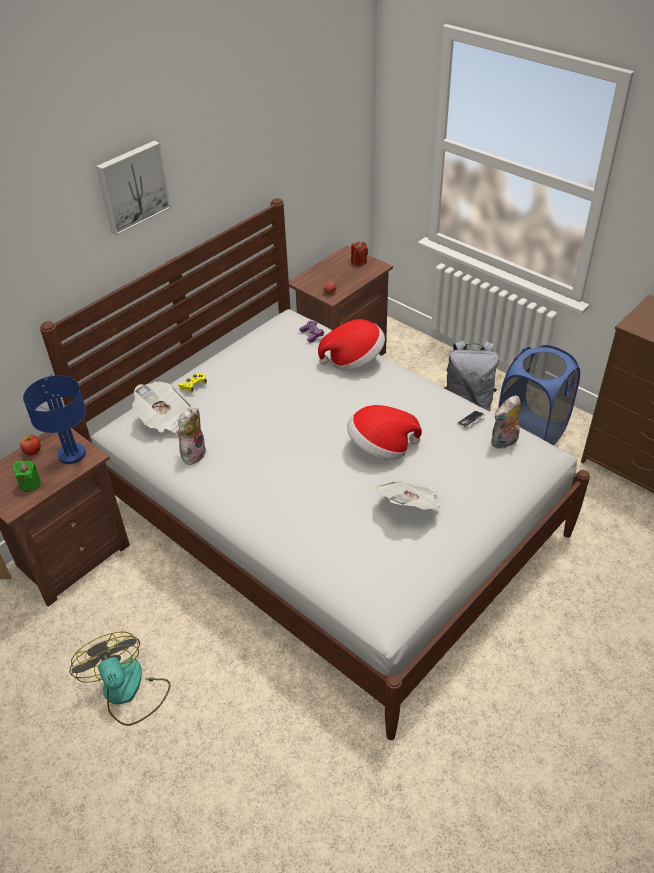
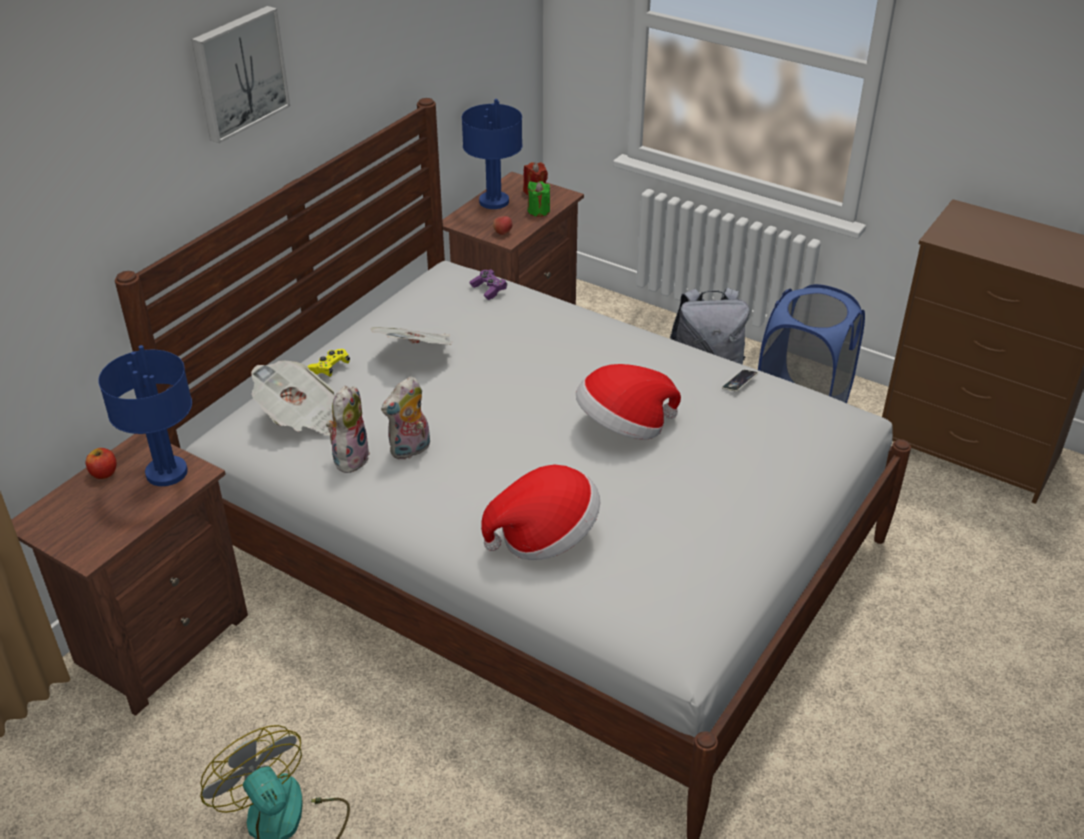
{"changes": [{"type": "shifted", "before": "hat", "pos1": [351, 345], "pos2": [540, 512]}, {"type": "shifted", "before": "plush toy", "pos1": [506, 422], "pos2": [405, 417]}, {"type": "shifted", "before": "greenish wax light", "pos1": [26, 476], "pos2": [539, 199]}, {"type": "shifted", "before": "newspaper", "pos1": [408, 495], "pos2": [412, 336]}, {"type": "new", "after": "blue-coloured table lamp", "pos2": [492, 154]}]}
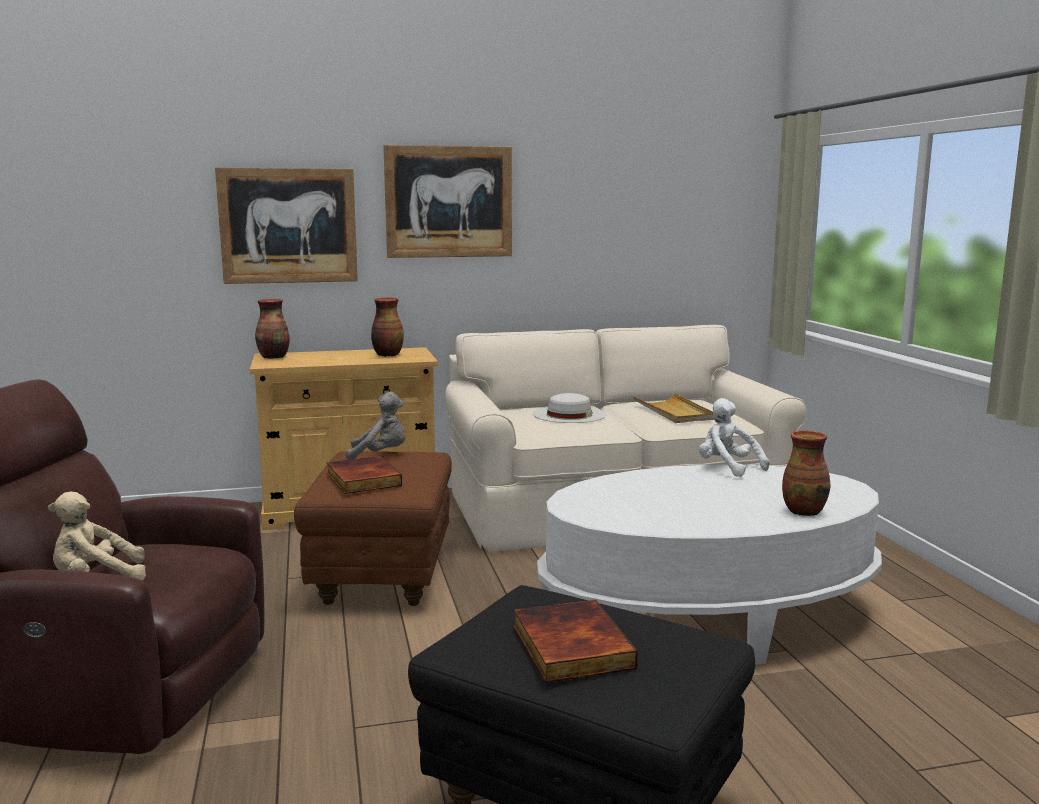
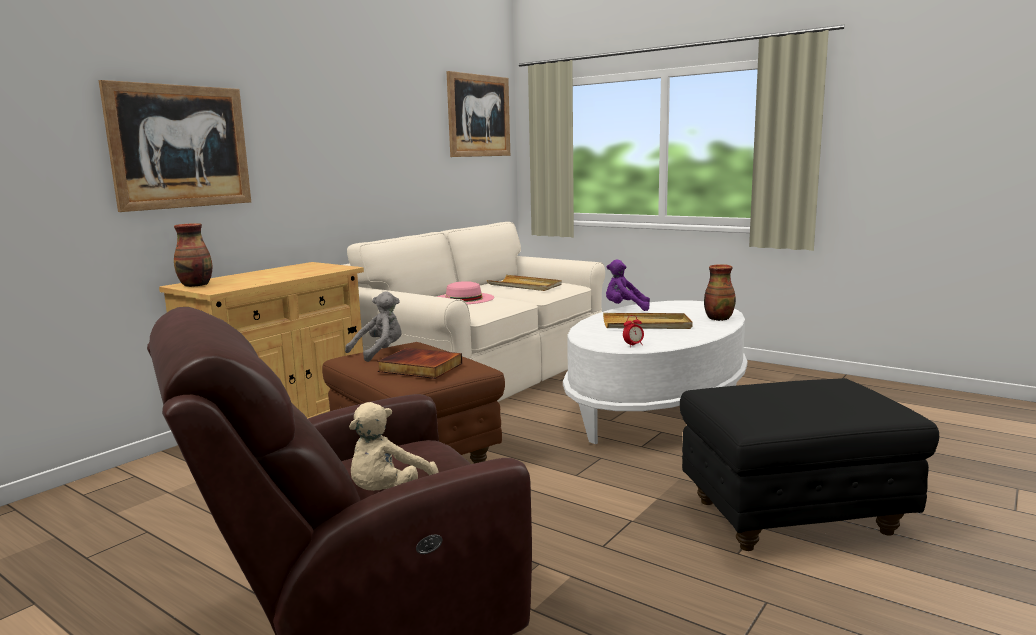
{"changes": [{"type": "shifted", "before": "wall art", "pos1": [447, 201], "pos2": [478, 114]}, {"type": "gone", "before": "flower vase", "pos1": [387, 327]}, {"type": "repainted", "before": "white-coloured hat", "after": "pinkish hat", "pos1": [569, 408], "pos2": [465, 292]}, {"type": "repainted", "before": "white-coloured plush toy", "after": "purple plush toy", "pos1": [734, 437], "pos2": [628, 285]}, {"type": "gone", "before": "book", "pos1": [575, 641]}, {"type": "new", "after": "sand-coloured serving tray", "pos2": [648, 321]}, {"type": "new", "after": "alarm clock", "pos2": [633, 330]}]}
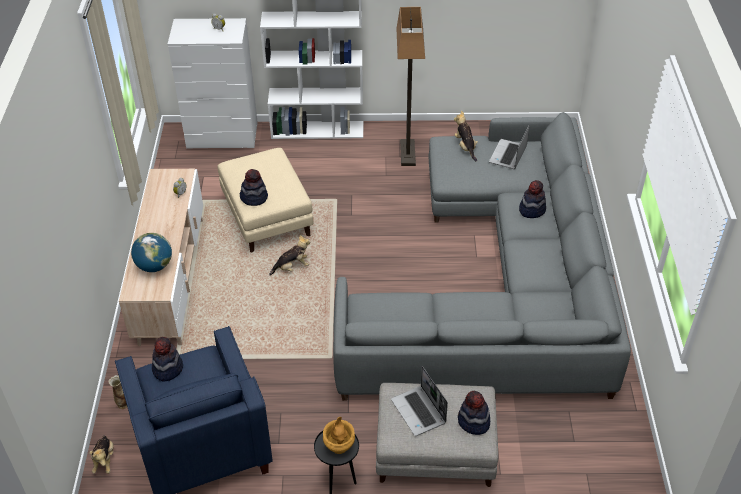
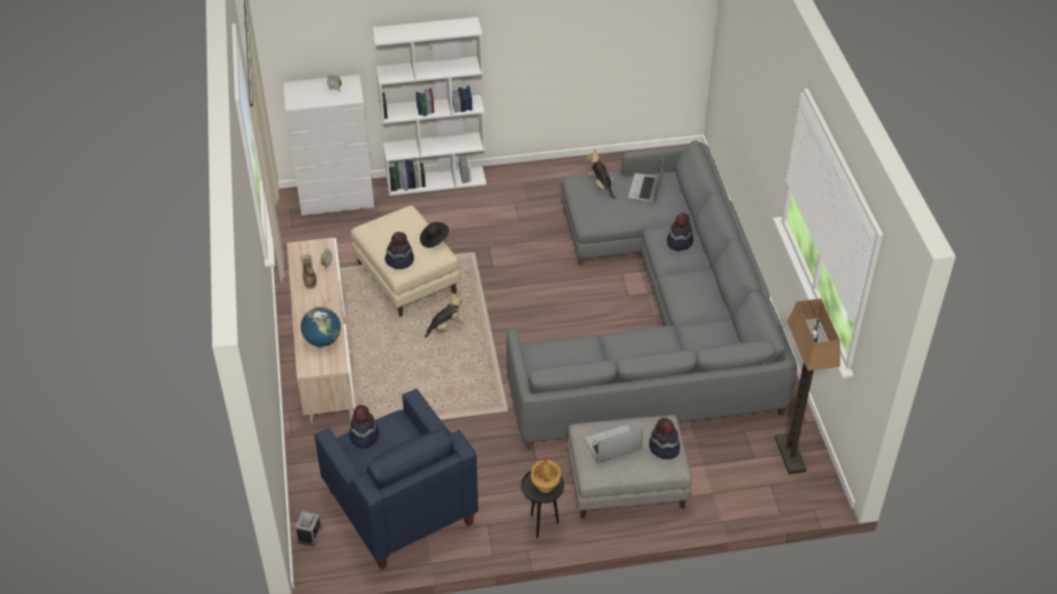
{"changes": [{"type": "shifted", "before": "standard lamp", "pos1": [410, 86], "pos2": [807, 386]}, {"type": "rotated", "before": "notebook computer", "pos1": [419, 401], "pos2": [613, 444], "turn": 105}, {"type": "shifted", "before": "flower vase", "pos1": [117, 392], "pos2": [308, 271]}, {"type": "swapped", "before": "plush toy", "after": "alarm clock", "pos1": [101, 454], "pos2": [308, 528]}, {"type": "new", "after": "blackish hat", "pos2": [434, 235]}]}
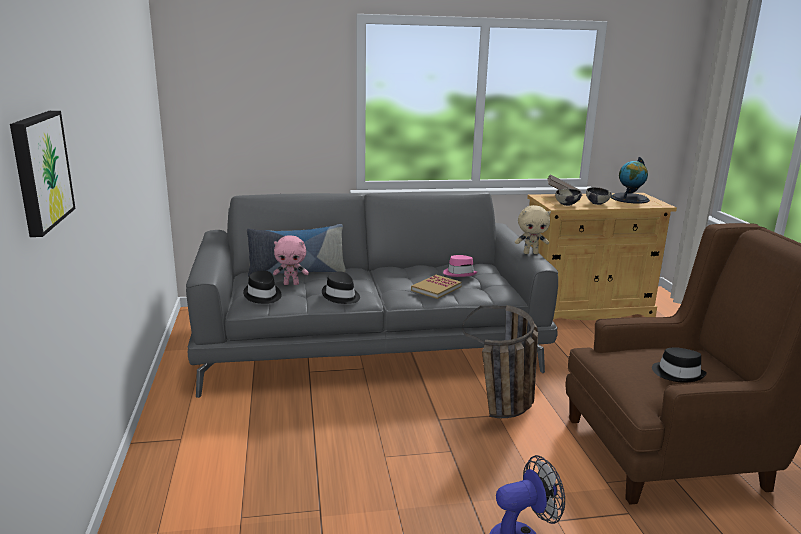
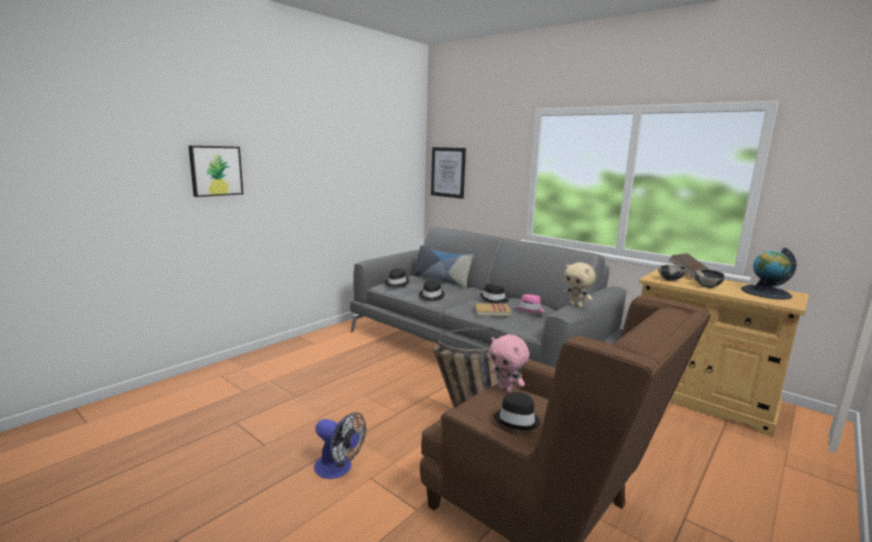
{"changes": [{"type": "shifted", "before": "pinkish plush toy", "pos1": [291, 260], "pos2": [509, 363]}, {"type": "new", "after": "wall art", "pos2": [448, 173]}, {"type": "new", "after": "blackish hat", "pos2": [494, 293]}]}
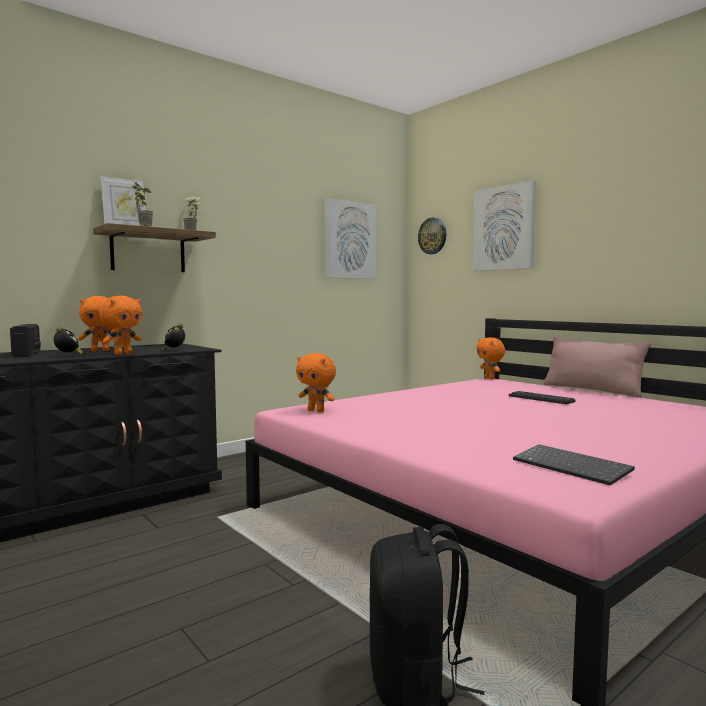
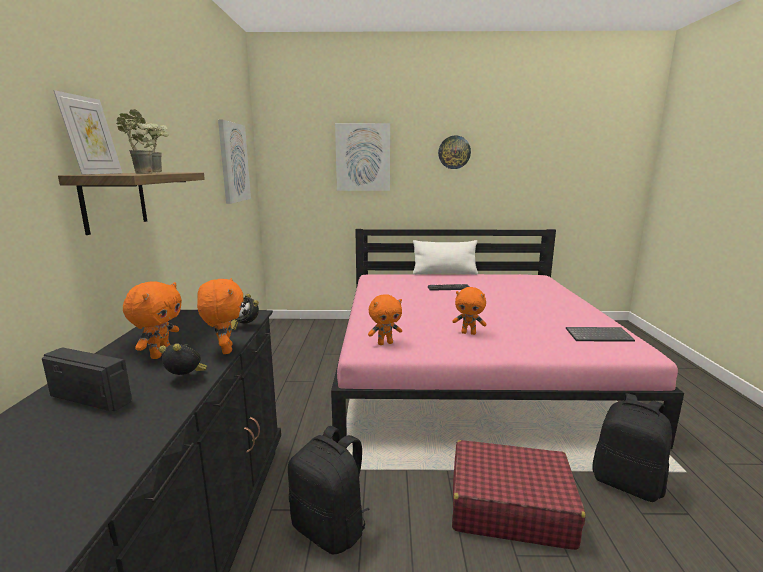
{"changes": [{"type": "shifted", "before": "wall clock", "pos1": [432, 235], "pos2": [454, 152]}, {"type": "shifted", "before": "orange-coloured plush toy", "pos1": [490, 358], "pos2": [469, 311]}, {"type": "repainted", "before": "pinkish throw pillow", "after": "white-coloured throw pillow", "pos1": [597, 367], "pos2": [445, 257]}, {"type": "new", "after": "blackish rucksack", "pos2": [329, 490]}, {"type": "new", "after": "red-coloured travel case", "pos2": [519, 495]}]}
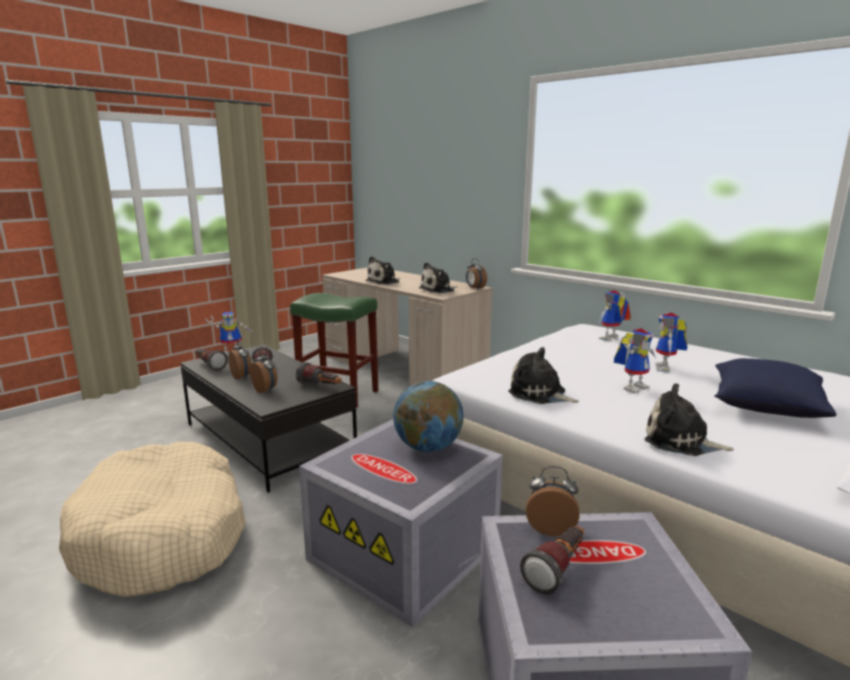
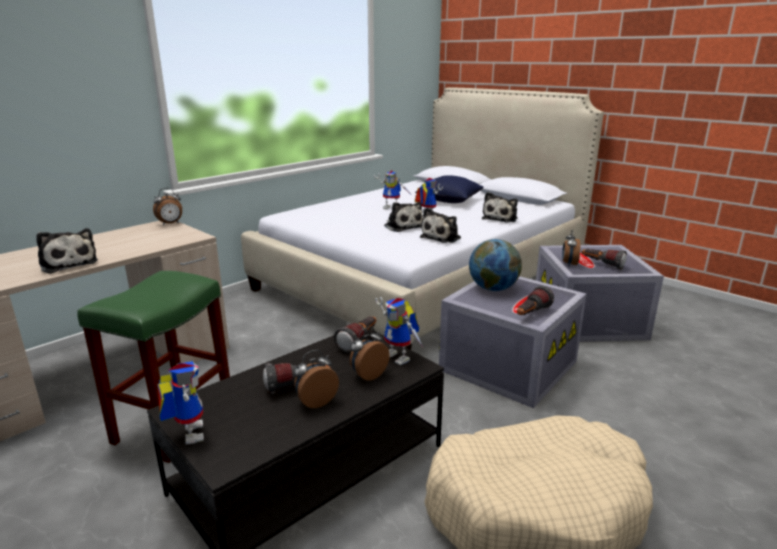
{"changes": [{"type": "shifted", "before": "plush toy", "pos1": [438, 277], "pos2": [403, 217]}, {"type": "shifted", "before": "robot figure", "pos1": [614, 315], "pos2": [399, 331]}, {"type": "shifted", "before": "hand torch", "pos1": [211, 360], "pos2": [535, 300]}]}
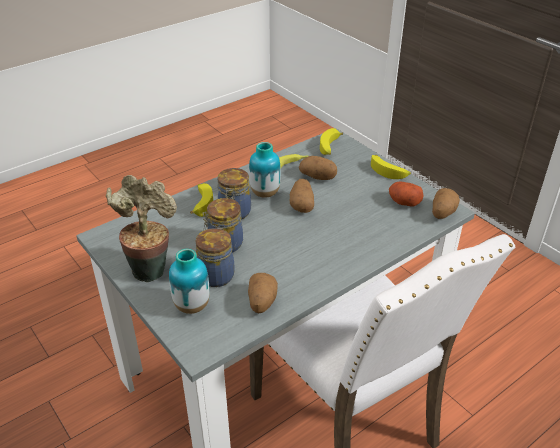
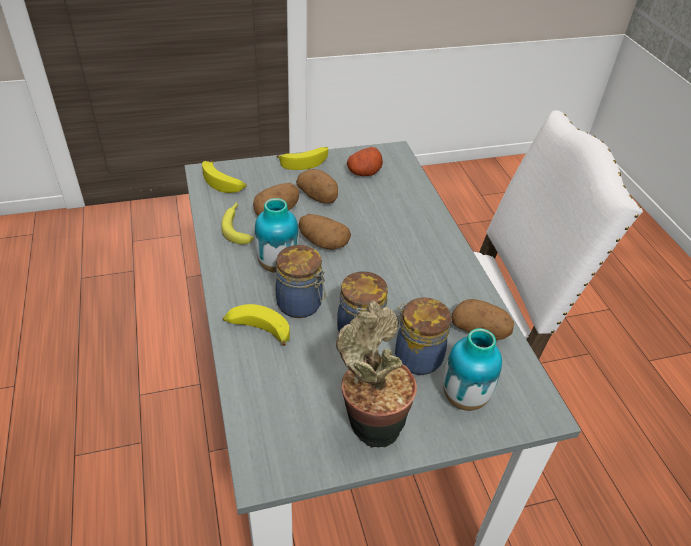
{"changes": [{"type": "shifted", "before": "spud", "pos1": [446, 203], "pos2": [317, 186]}]}
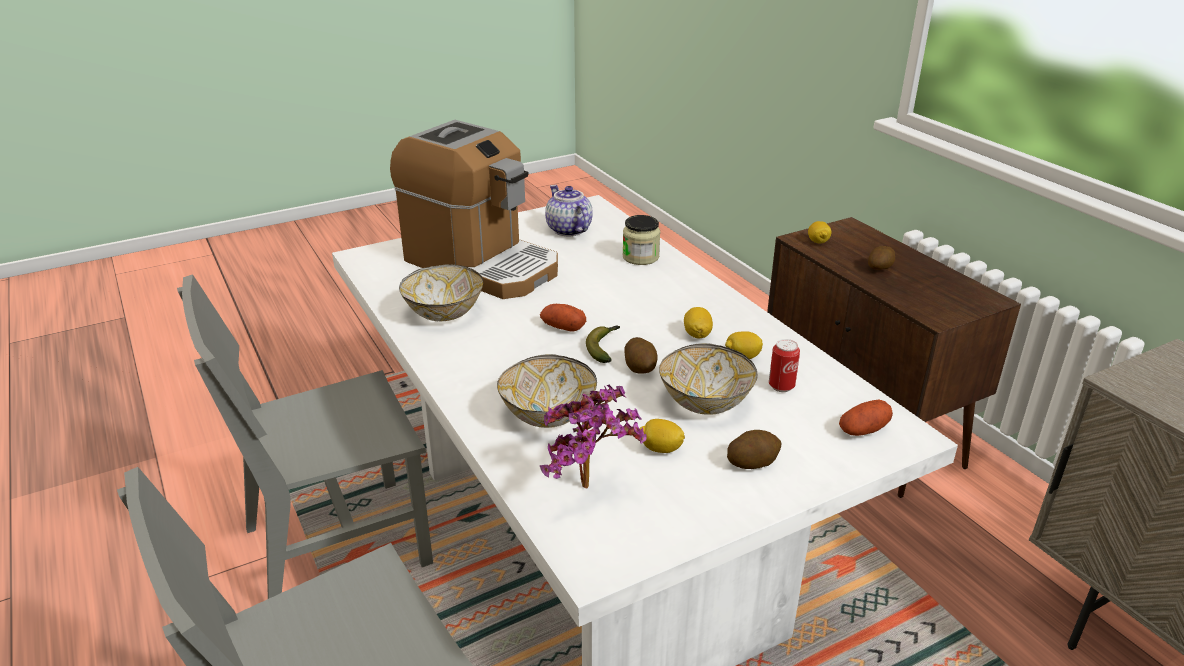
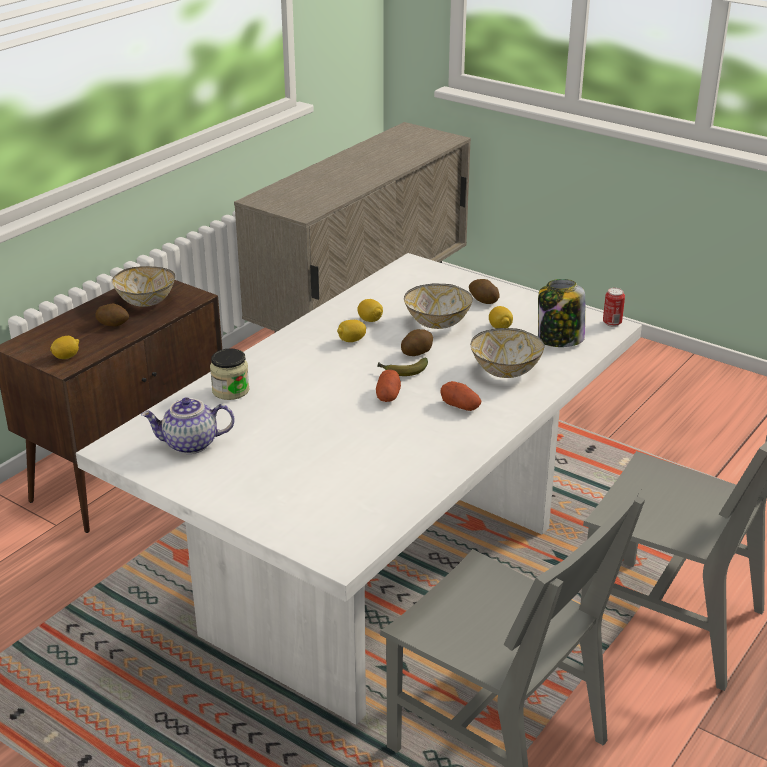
{"changes": [{"type": "gone", "before": "coffee brewer", "pos1": [474, 209]}, {"type": "rotated", "before": "tea pot", "pos1": [569, 211], "pos2": [187, 425], "turn": 45}, {"type": "shifted", "before": "bowl", "pos1": [441, 292], "pos2": [143, 286]}, {"type": "shifted", "before": "metal can", "pos1": [784, 365], "pos2": [614, 307]}, {"type": "swapped", "before": "plant in a pot", "after": "storage jar", "pos1": [593, 437], "pos2": [561, 313]}, {"type": "shifted", "before": "spud", "pos1": [866, 417], "pos2": [460, 396]}]}
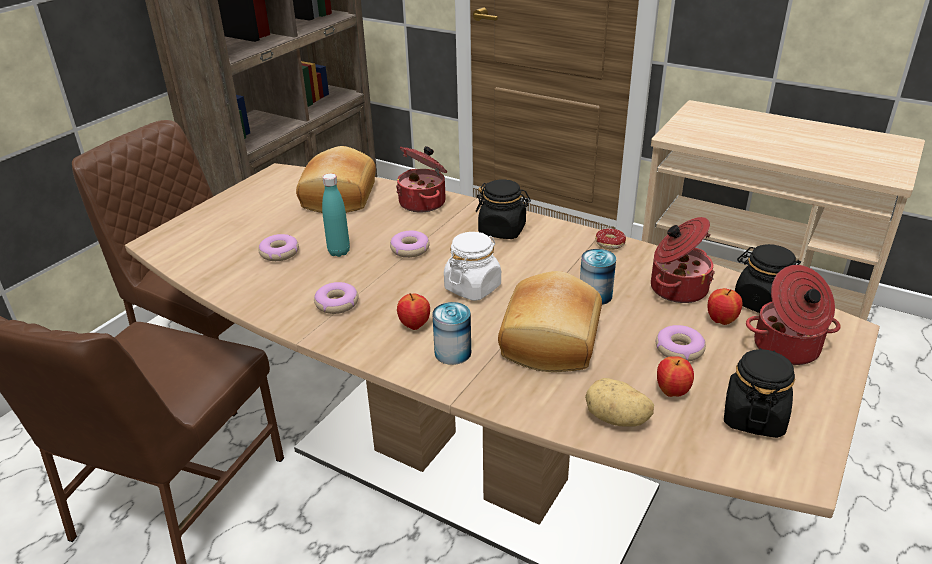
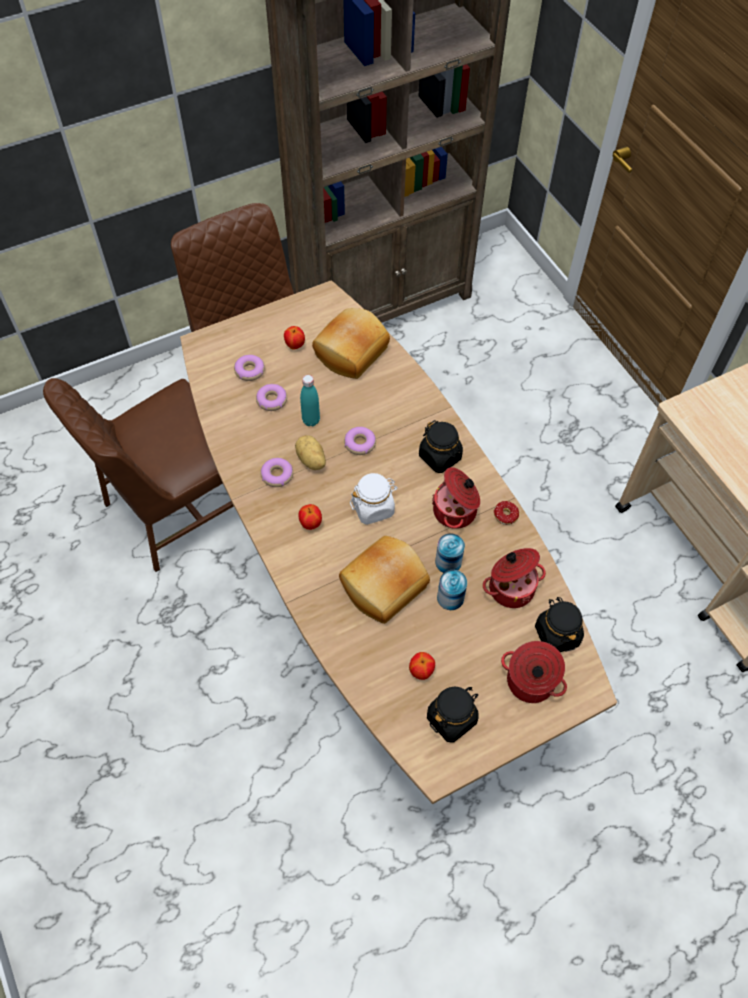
{"changes": [{"type": "shifted", "before": "saucepot", "pos1": [421, 179], "pos2": [456, 498]}, {"type": "shifted", "before": "apple", "pos1": [725, 306], "pos2": [294, 338]}, {"type": "shifted", "before": "metal can", "pos1": [451, 333], "pos2": [452, 590]}, {"type": "shifted", "before": "donut", "pos1": [681, 343], "pos2": [249, 368]}, {"type": "shifted", "before": "spud", "pos1": [619, 402], "pos2": [310, 452]}]}
